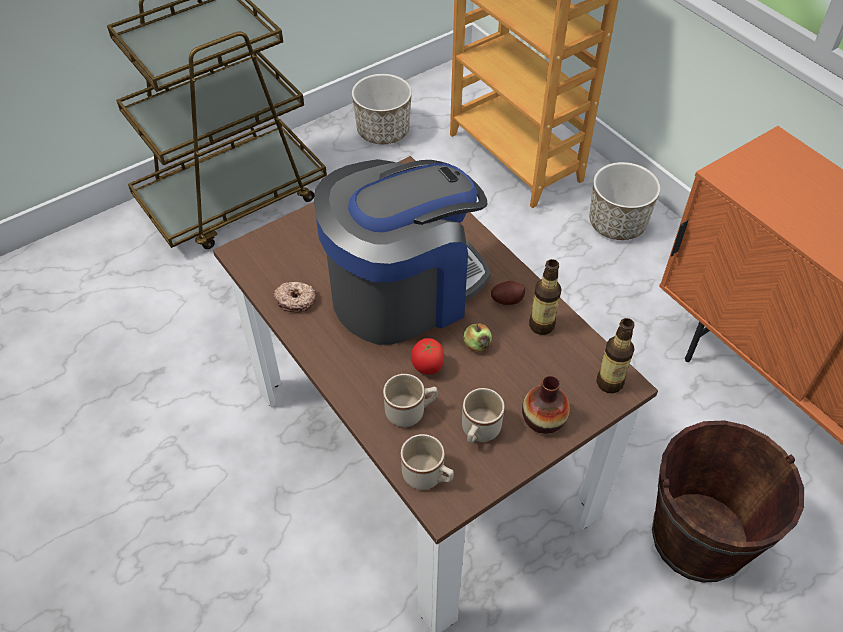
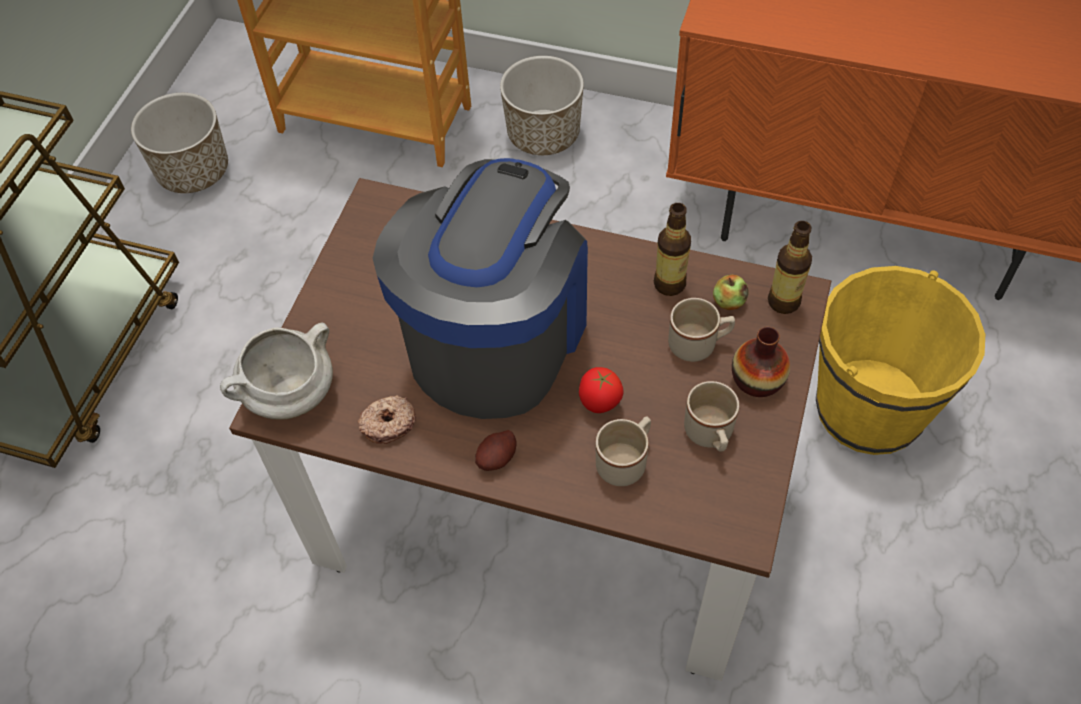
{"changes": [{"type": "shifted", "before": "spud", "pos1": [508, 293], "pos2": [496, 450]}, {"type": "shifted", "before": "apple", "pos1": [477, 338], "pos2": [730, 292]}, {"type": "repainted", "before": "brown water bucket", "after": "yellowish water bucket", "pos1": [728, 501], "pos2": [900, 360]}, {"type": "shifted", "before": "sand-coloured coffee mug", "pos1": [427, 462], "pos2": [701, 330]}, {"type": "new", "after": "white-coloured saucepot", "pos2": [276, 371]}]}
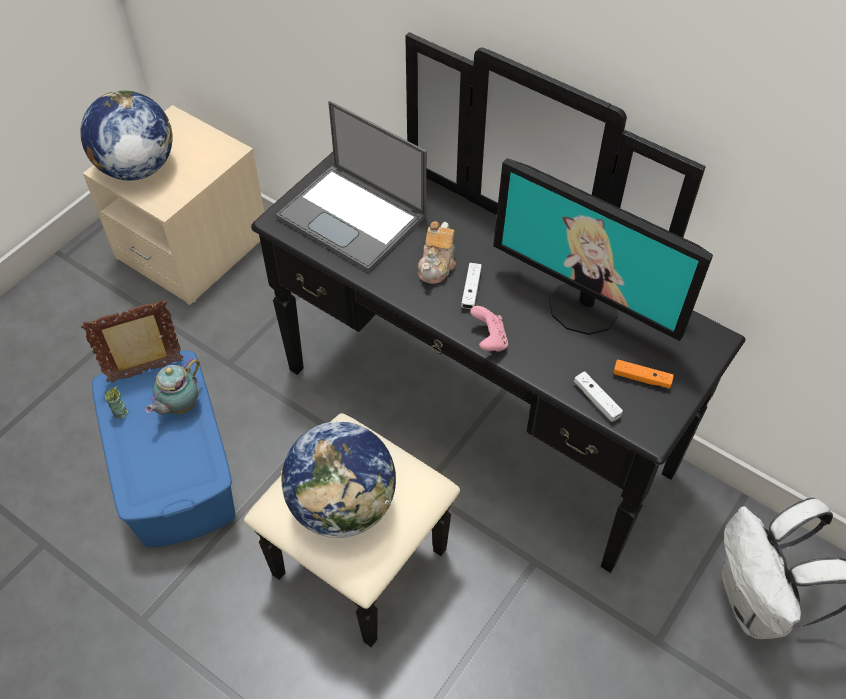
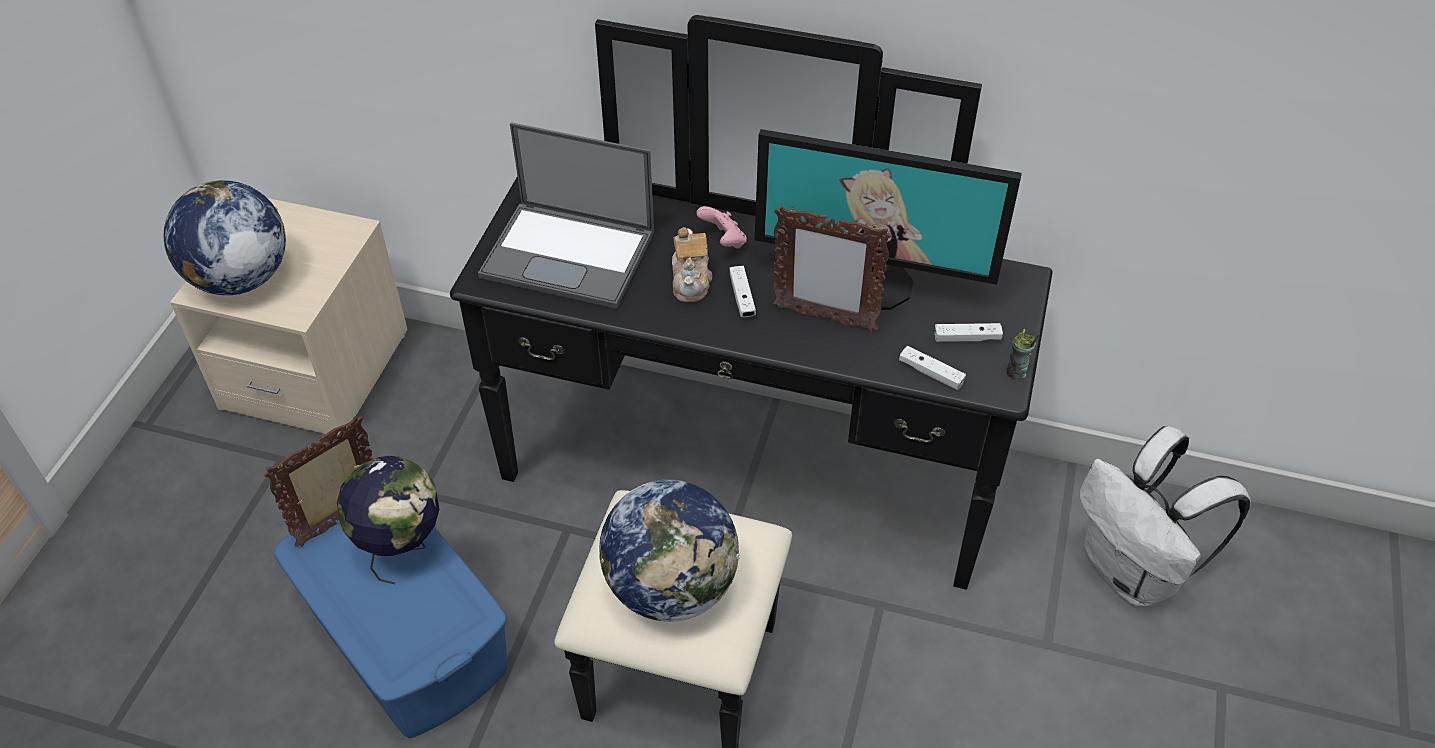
{"changes": [{"type": "shifted", "before": "pinkish game controller", "pos1": [489, 329], "pos2": [721, 227]}, {"type": "swapped", "before": "tea pot", "after": "globe", "pos1": [172, 386], "pos2": [388, 520]}, {"type": "repainted", "before": "orange-coloured game controller", "after": "white-coloured game controller", "pos1": [644, 374], "pos2": [969, 332]}, {"type": "shifted", "before": "drinking cup", "pos1": [116, 402], "pos2": [1022, 354]}, {"type": "new", "after": "standing frame", "pos2": [832, 269]}]}
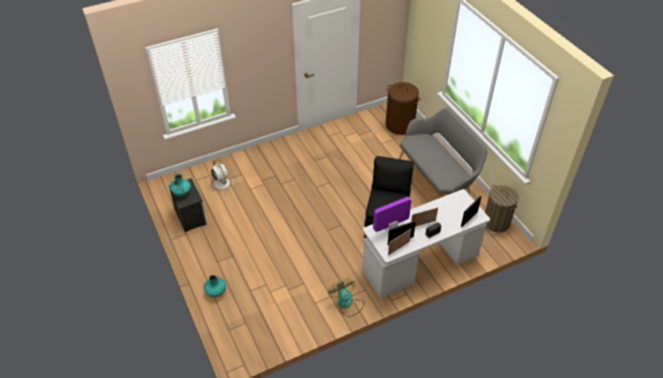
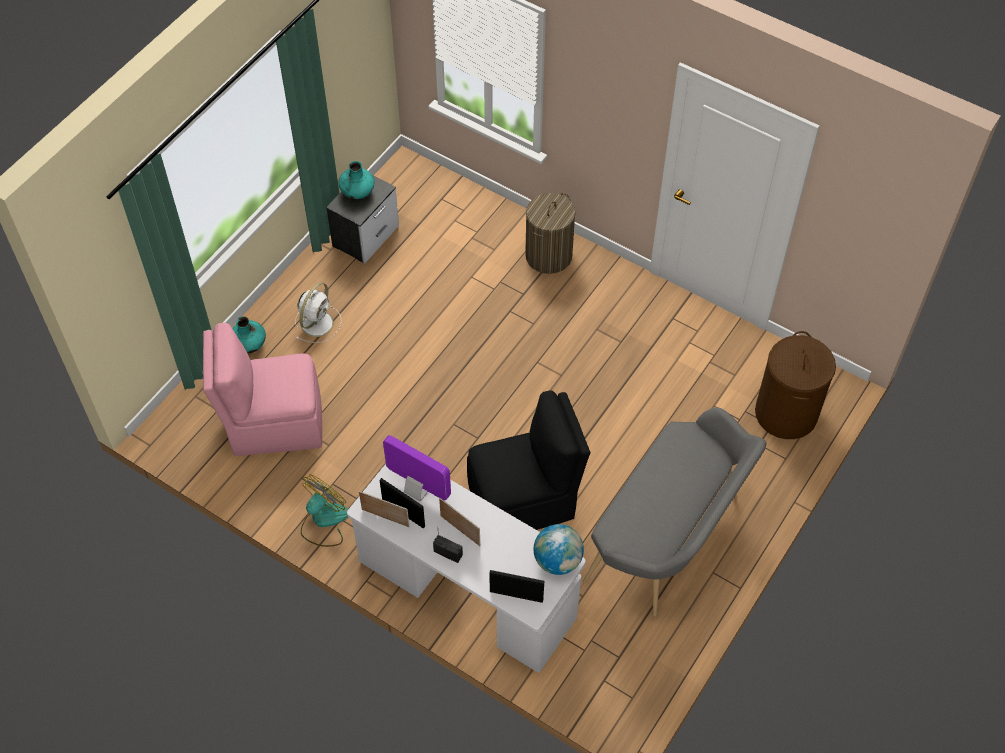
{"changes": [{"type": "shifted", "before": "white-coloured cooling fan", "pos1": [221, 177], "pos2": [318, 312]}, {"type": "shifted", "before": "laundry basket", "pos1": [502, 208], "pos2": [550, 233]}, {"type": "new", "after": "pinkish plain chair", "pos2": [262, 389]}, {"type": "new", "after": "globe", "pos2": [559, 549]}]}
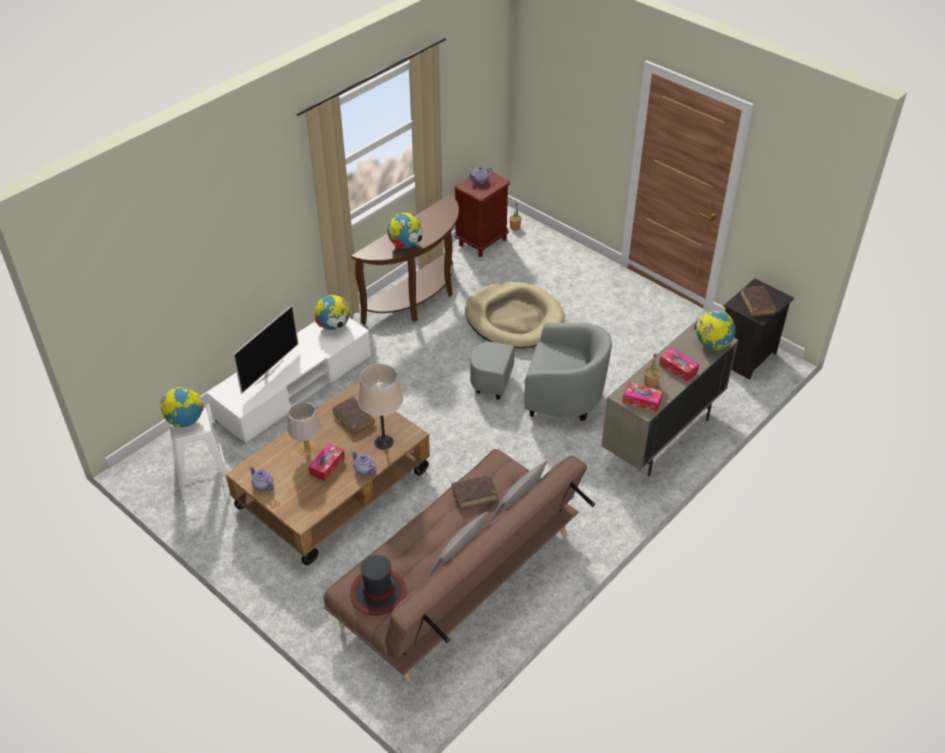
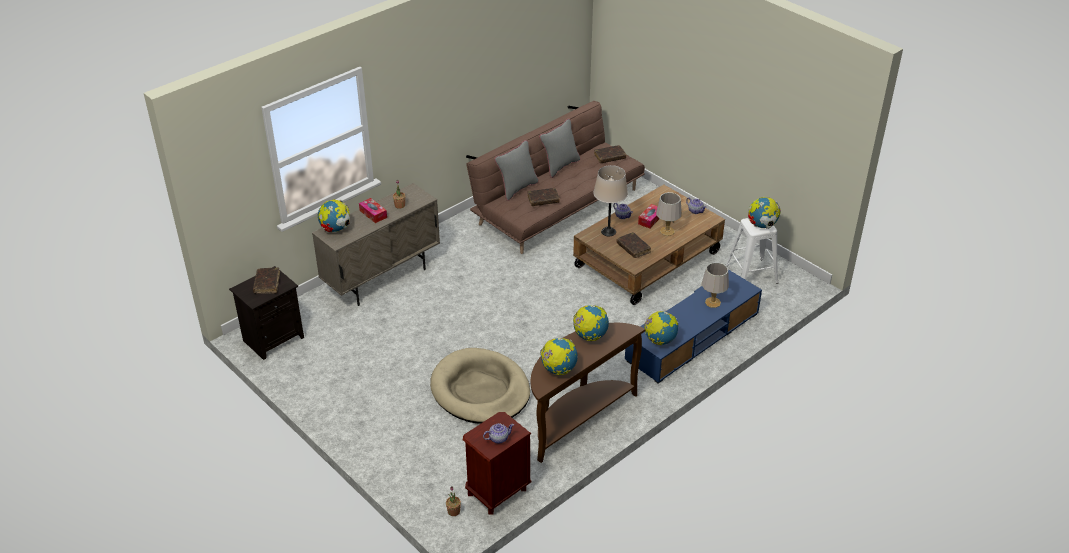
{"changes": [{"type": "swapped", "before": "TV set", "after": "grey table lamp", "pos1": [265, 349], "pos2": [715, 285]}, {"type": "repainted", "before": "white-coloured tv stand", "after": "blue-coloured tv stand", "pos1": [289, 380], "pos2": [693, 327]}, {"type": "gone", "before": "grey lounge chair", "pos1": [541, 371]}, {"type": "gone", "before": "tissue box", "pos1": [642, 397]}, {"type": "swapped", "before": "hat", "after": "brown book", "pos1": [378, 585], "pos2": [610, 154]}, {"type": "new", "after": "globe", "pos2": [559, 356]}]}
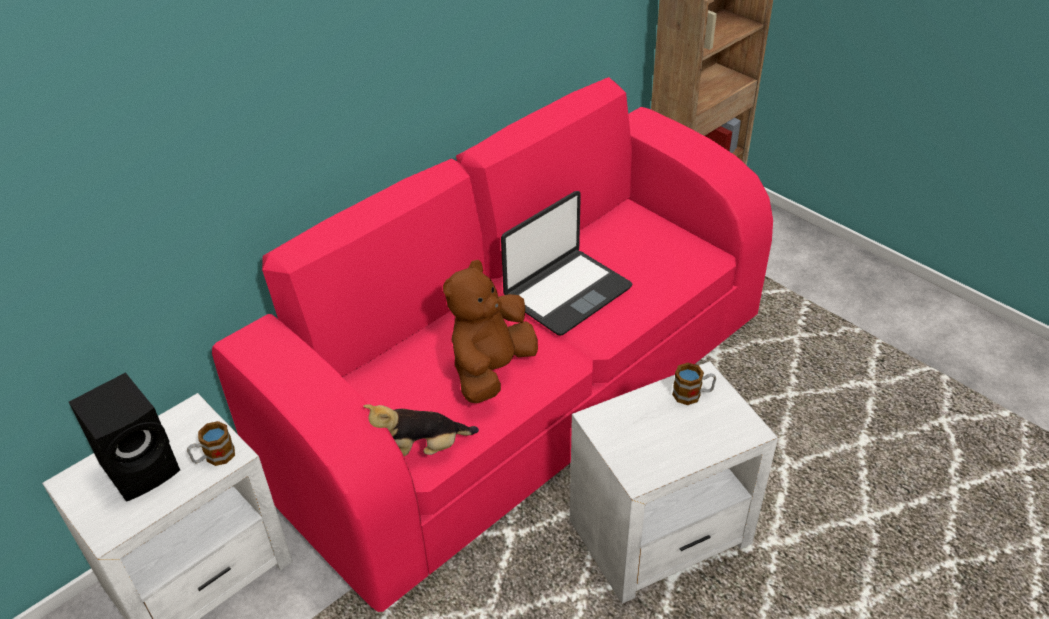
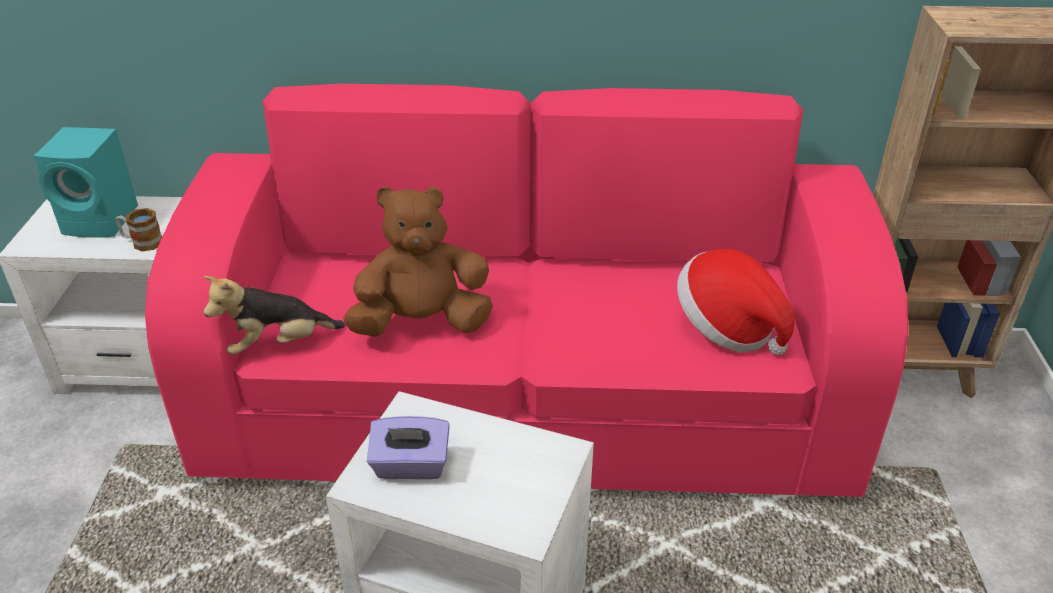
{"changes": [{"type": "gone", "before": "notebook computer", "pos1": [566, 263]}, {"type": "gone", "before": "coffee mug", "pos1": [694, 384]}, {"type": "repainted", "before": "blackish speaker", "after": "turquoise-coloured speaker", "pos1": [124, 437], "pos2": [85, 182]}, {"type": "rotated", "before": "plush toy", "pos1": [421, 430], "pos2": [274, 315], "turn": -45}, {"type": "new", "after": "hat", "pos2": [736, 302]}, {"type": "new", "after": "purple tissue box", "pos2": [408, 447]}]}
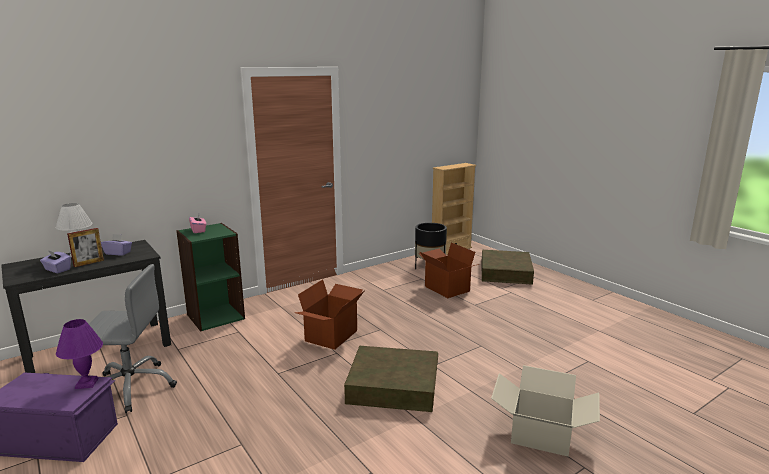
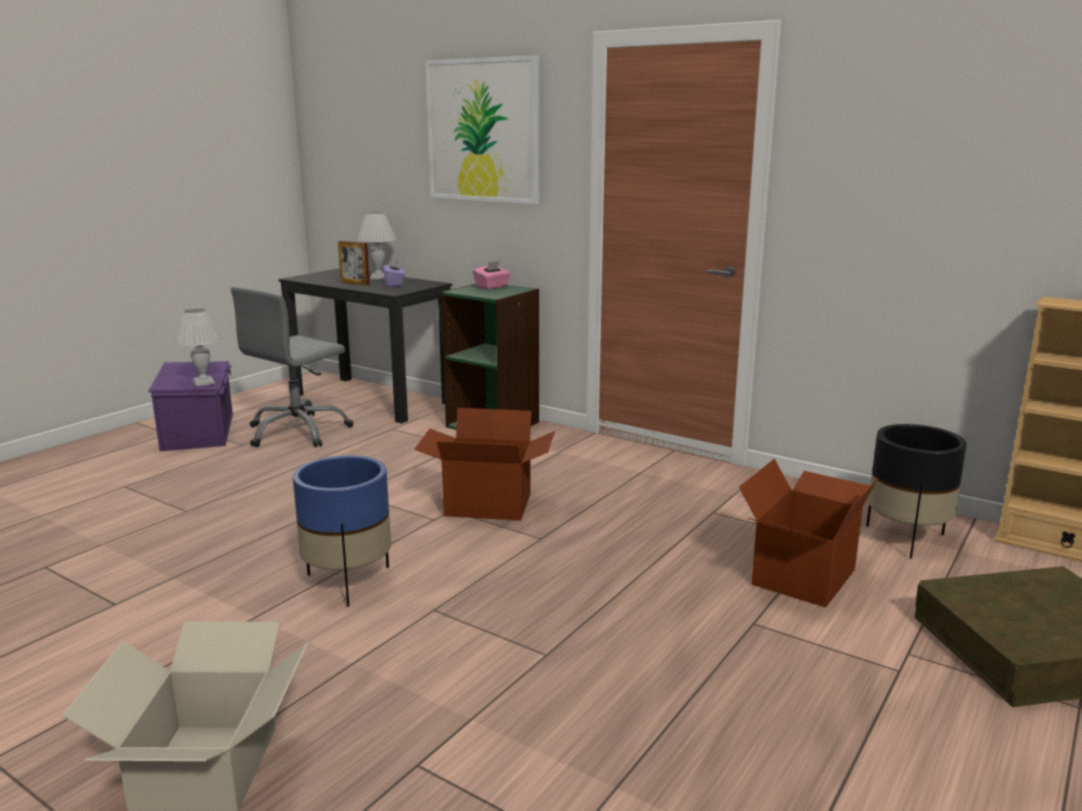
{"changes": [{"type": "gone", "before": "purple tissue box", "pos1": [55, 261]}, {"type": "rotated", "before": "grey desk chair", "pos1": [133, 338], "pos2": [292, 367], "turn": 60}, {"type": "repainted", "before": "purple table lamp", "after": "white-coloured table lamp", "pos1": [79, 354], "pos2": [198, 347]}, {"type": "swapped", "before": "brown storage bin", "after": "blue-coloured planter", "pos1": [391, 379], "pos2": [342, 531]}, {"type": "new", "after": "wall art", "pos2": [482, 129]}]}
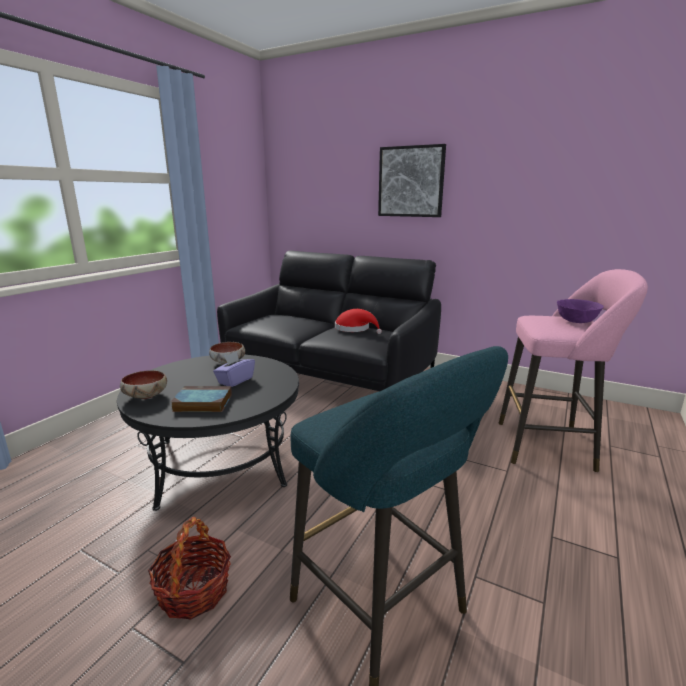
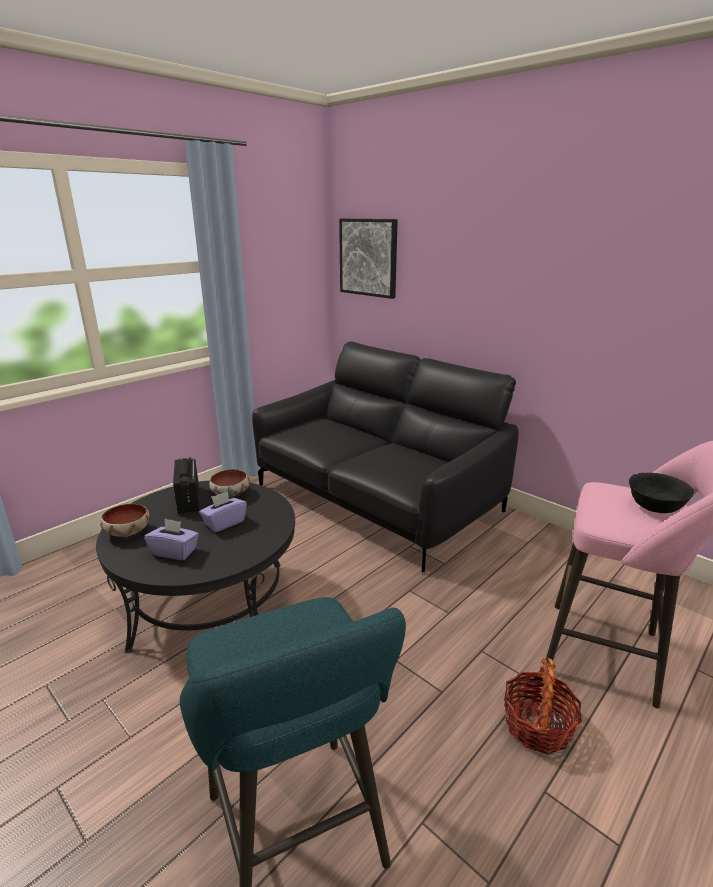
{"changes": [{"type": "shifted", "before": "wall art", "pos1": [412, 180], "pos2": [368, 259]}, {"type": "repainted", "before": "purple bowl", "after": "blackish bowl", "pos1": [580, 311], "pos2": [661, 493]}, {"type": "gone", "before": "red-coloured hat", "pos1": [358, 321]}, {"type": "swapped", "before": "book", "after": "purple tissue box", "pos1": [201, 399], "pos2": [171, 539]}, {"type": "shifted", "before": "household basket", "pos1": [189, 568], "pos2": [543, 706]}, {"type": "new", "after": "radio", "pos2": [186, 485]}]}
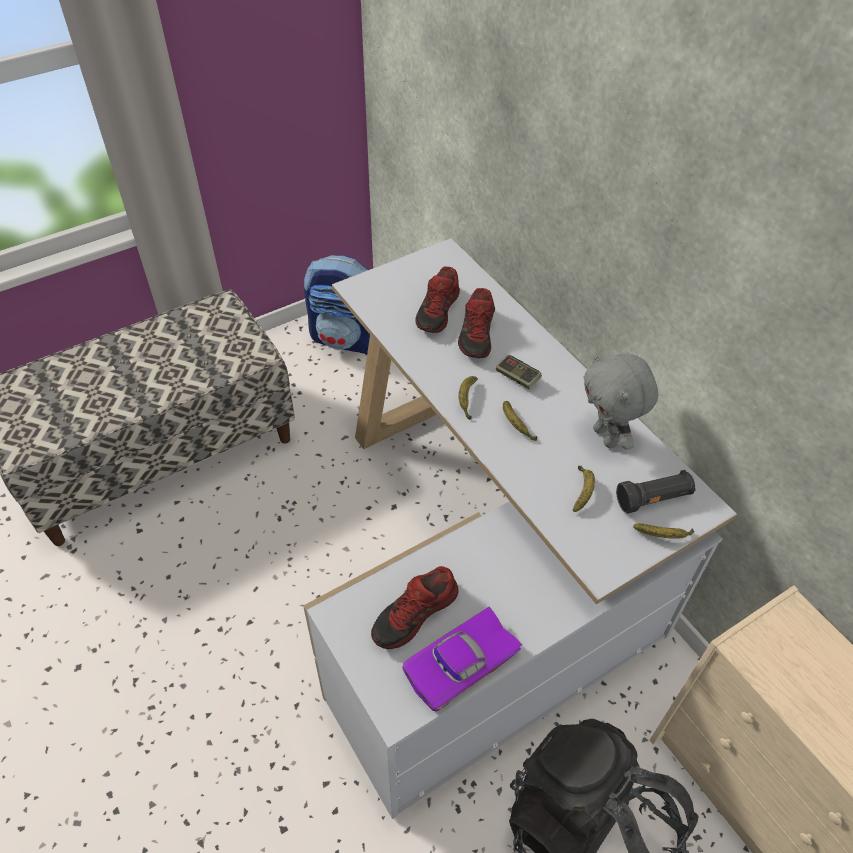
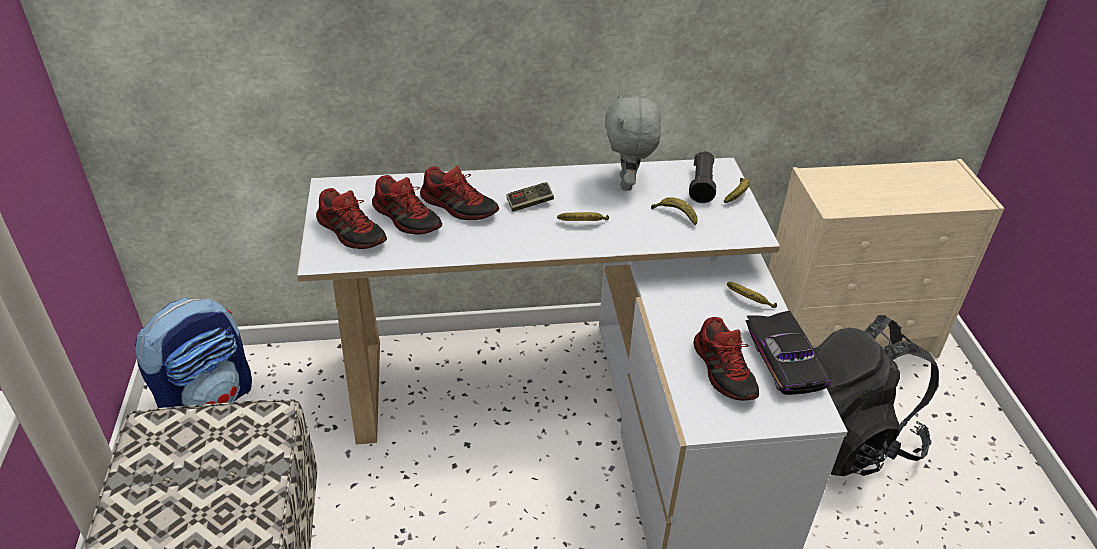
{"changes": [{"type": "rotated", "before": "grey plush toy", "pos1": [621, 401], "pos2": [633, 141], "turn": 90}, {"type": "shifted", "before": "whole banana", "pos1": [468, 398], "pos2": [752, 295]}, {"type": "repainted", "before": "purple model car", "after": "blackish model car", "pos1": [462, 658], "pos2": [788, 353]}, {"type": "new", "after": "shoe", "pos2": [351, 218]}]}
